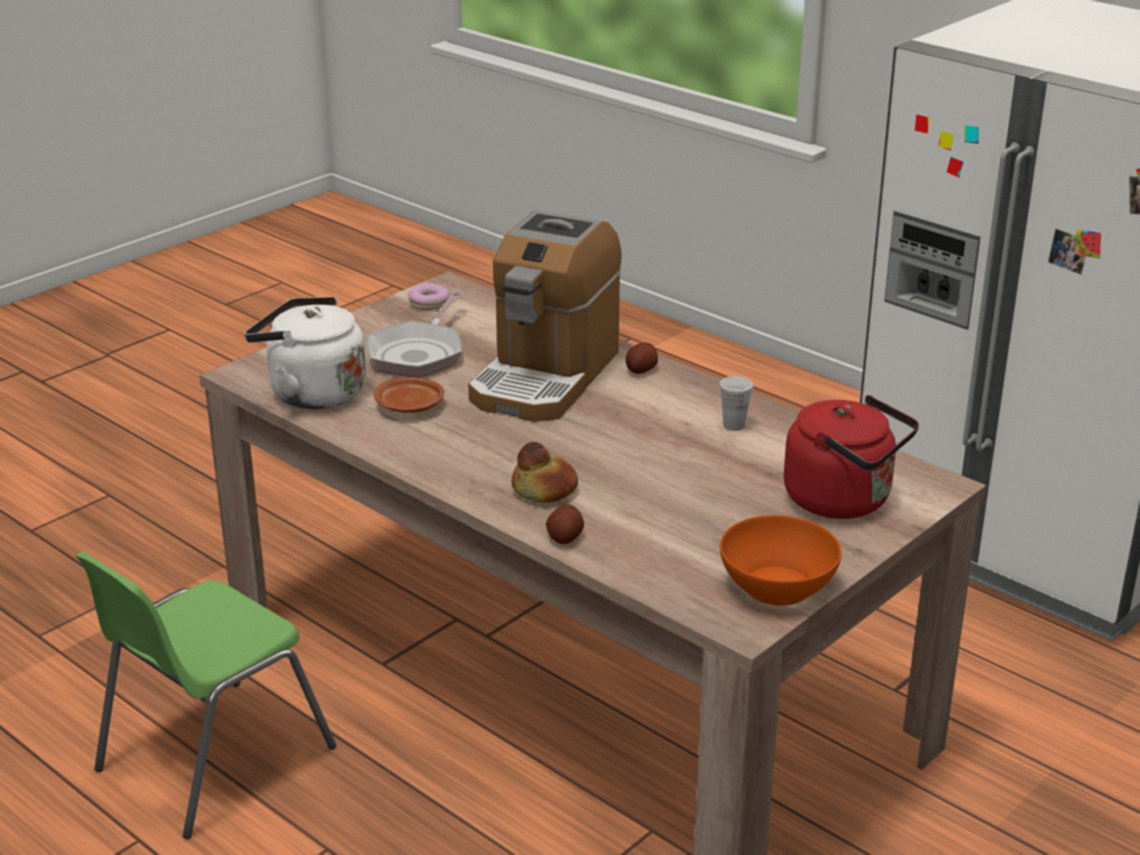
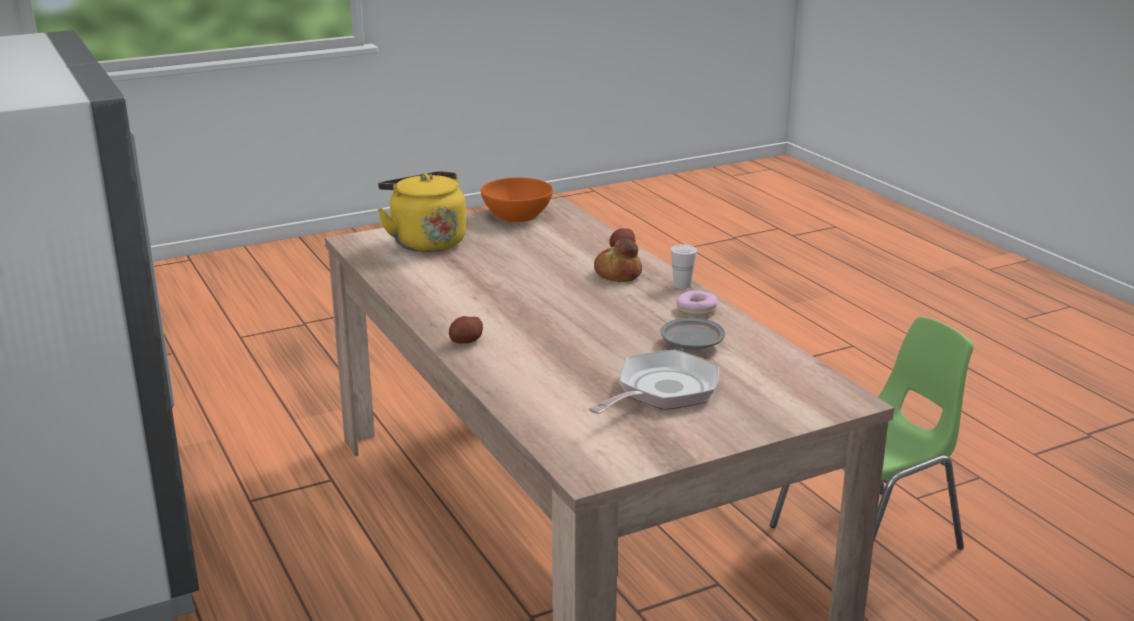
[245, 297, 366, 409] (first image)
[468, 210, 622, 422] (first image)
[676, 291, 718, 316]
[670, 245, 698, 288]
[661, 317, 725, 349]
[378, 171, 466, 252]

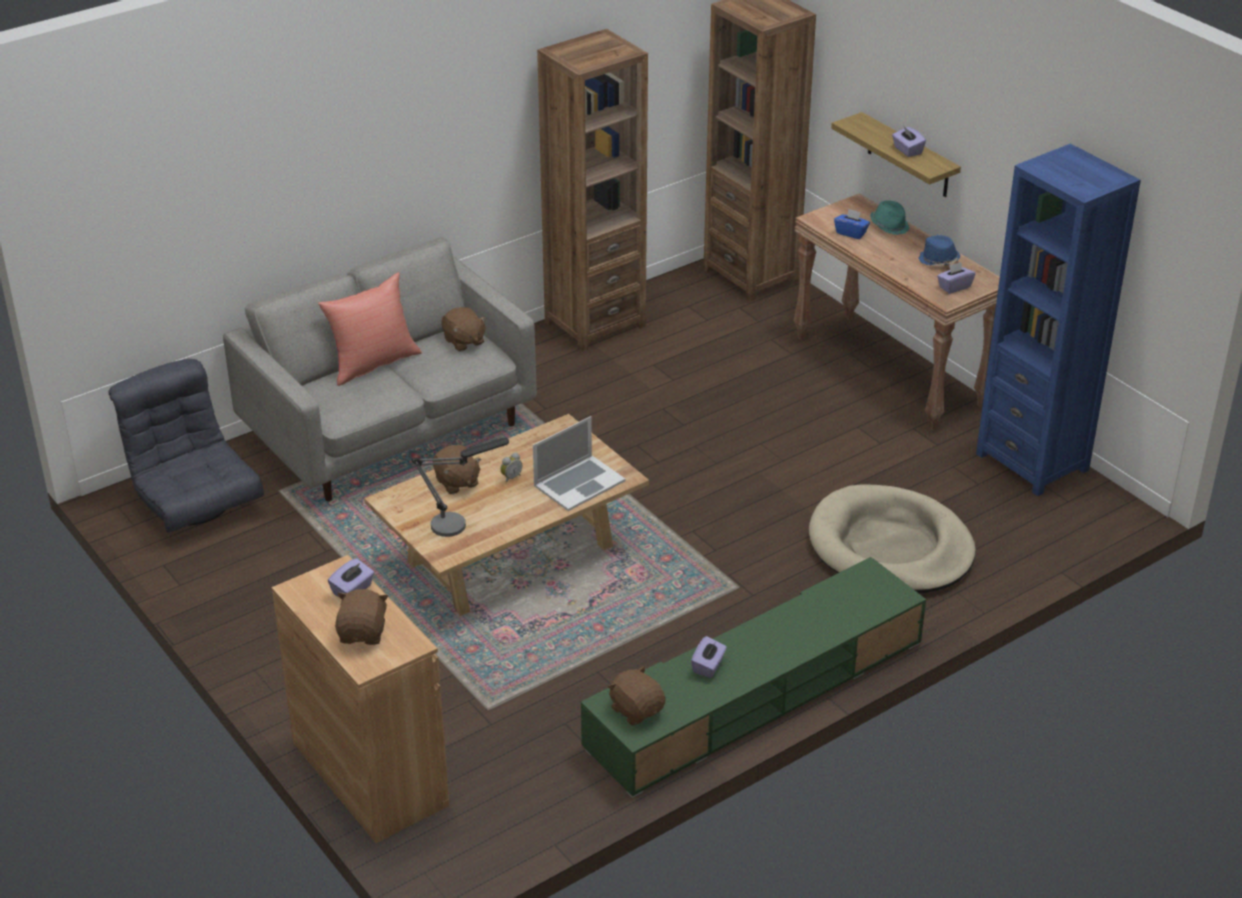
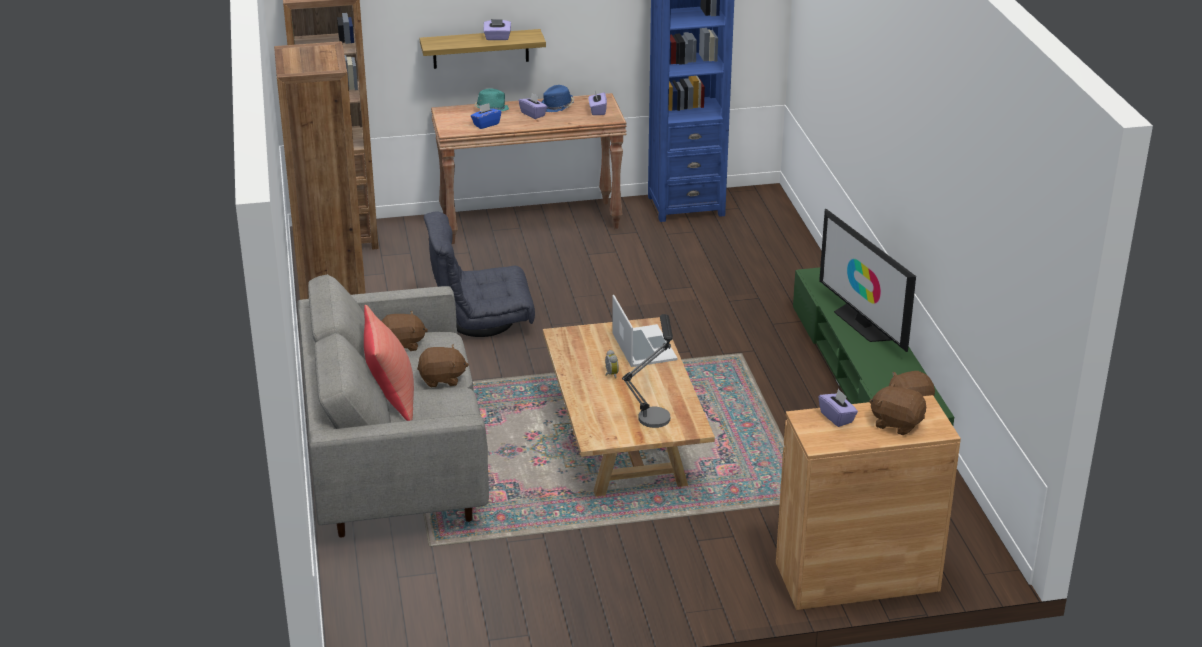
[809, 484, 976, 593] (first image)
[819, 209, 916, 352]
[424, 212, 535, 337]
[417, 344, 469, 387]
[519, 93, 548, 119]

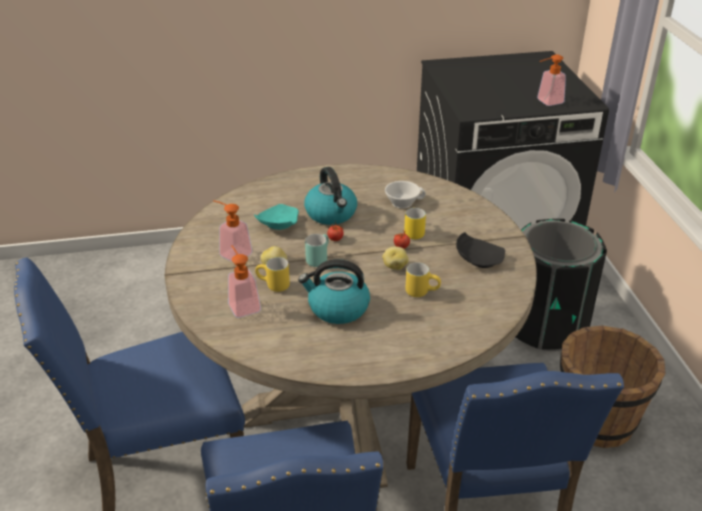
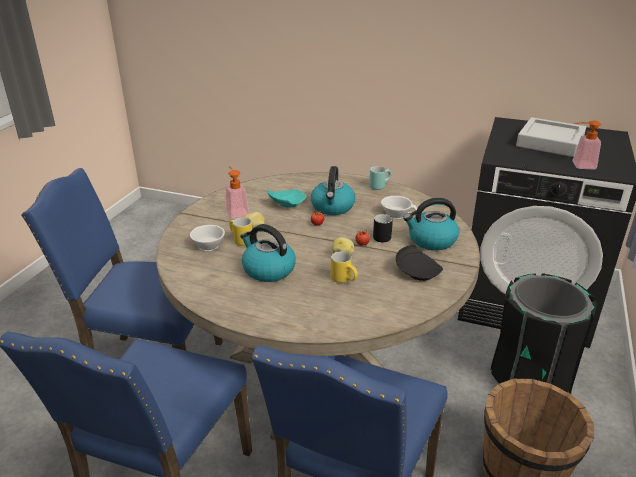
[403, 198, 459, 250]
[516, 117, 586, 157]
[369, 166, 391, 190]
[190, 225, 225, 251]
[373, 214, 393, 242]

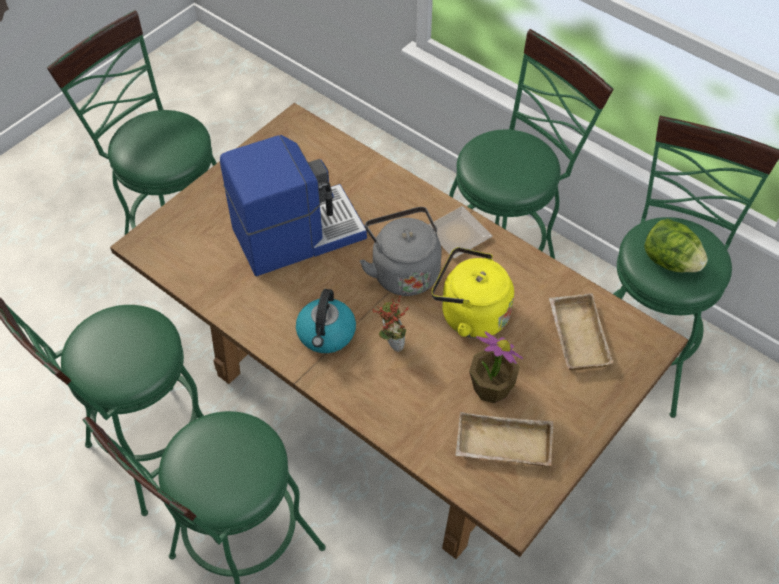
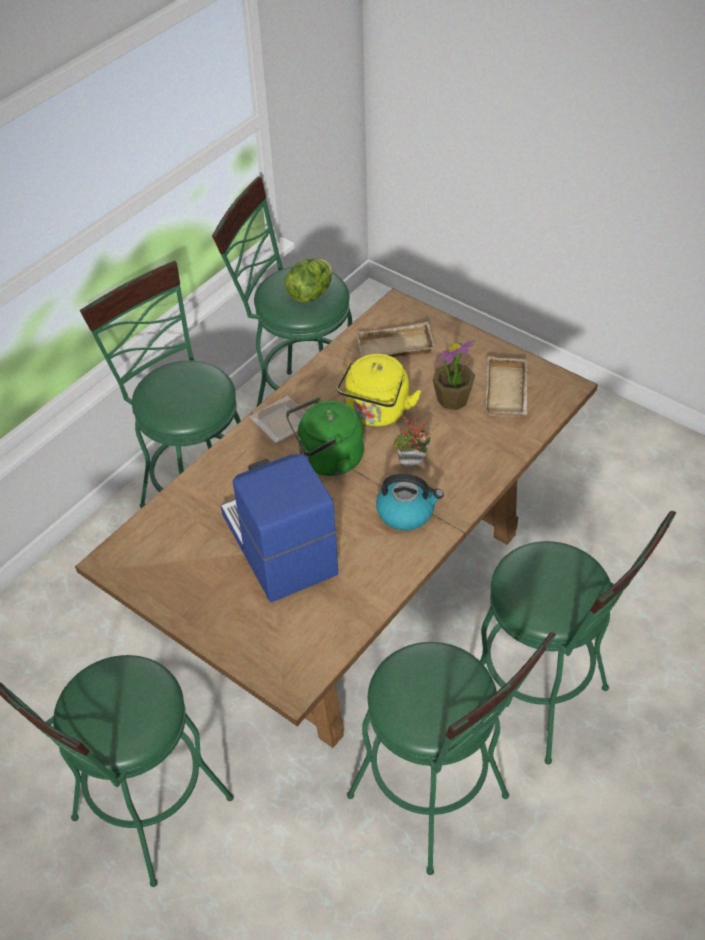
[286, 397, 364, 476]

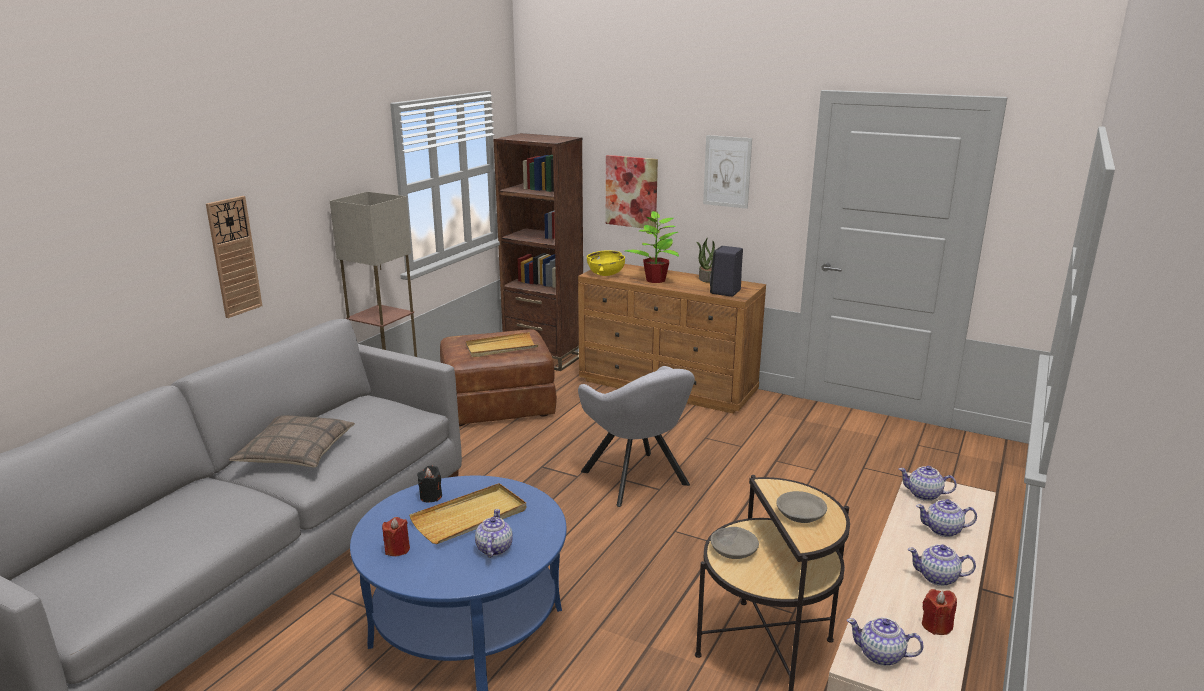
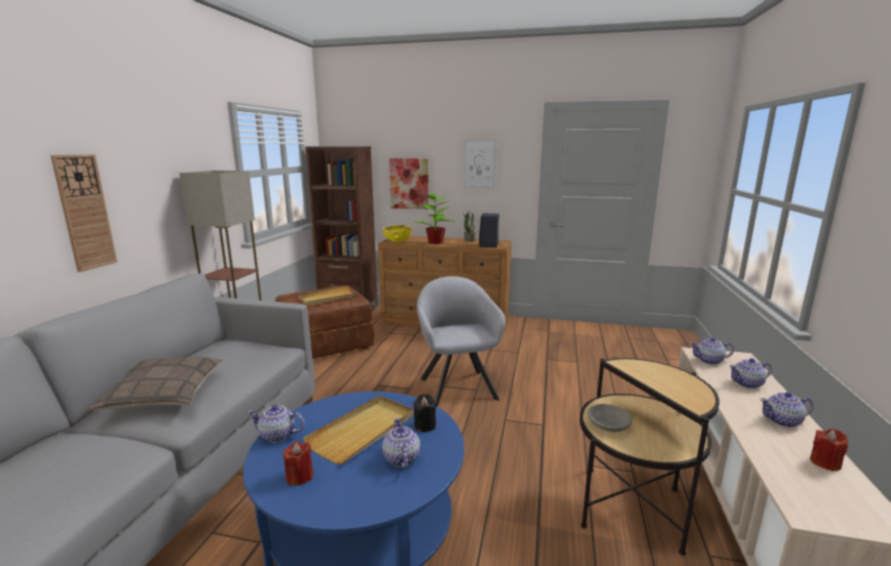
[776, 491, 827, 523] (first image)
[413, 394, 436, 432]
[248, 405, 304, 443]
[417, 276, 505, 407]

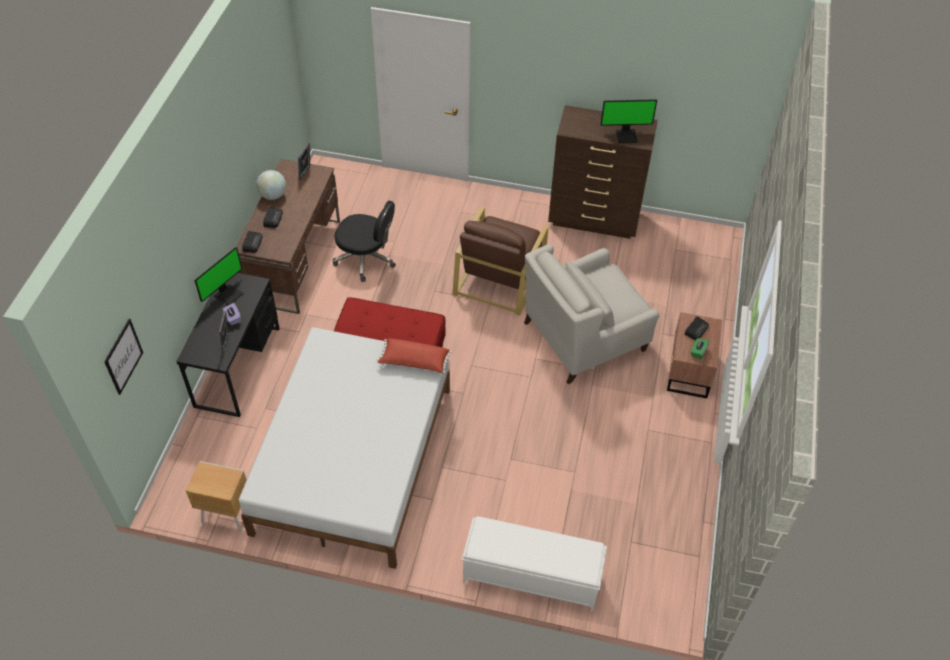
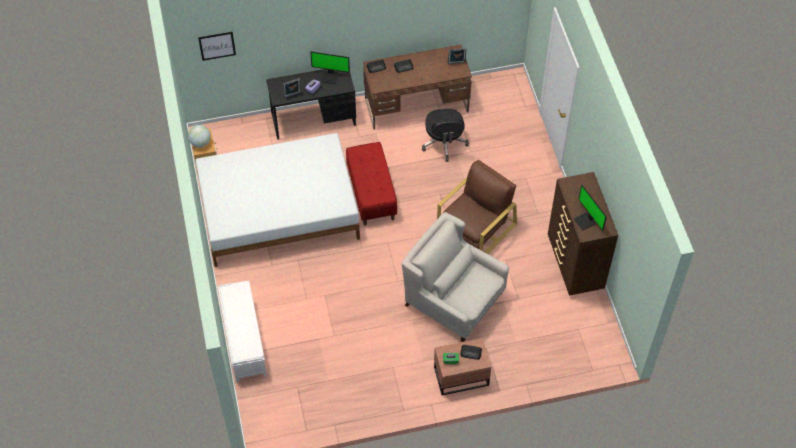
[377, 338, 452, 373] (first image)
[188, 125, 211, 148]
[437, 160, 517, 254]

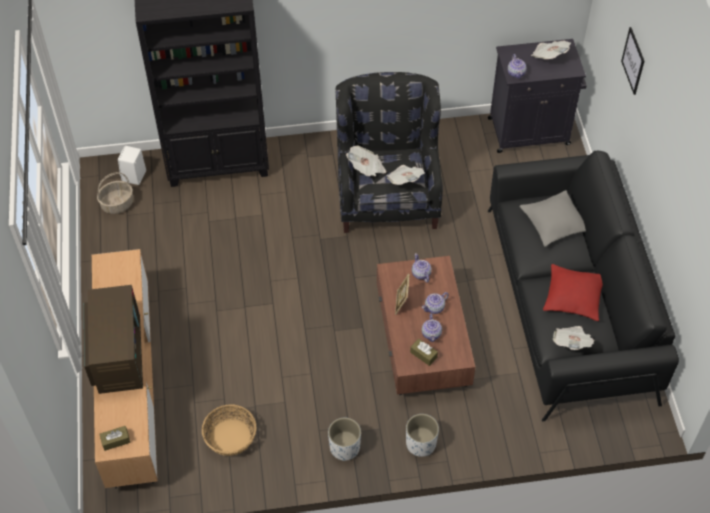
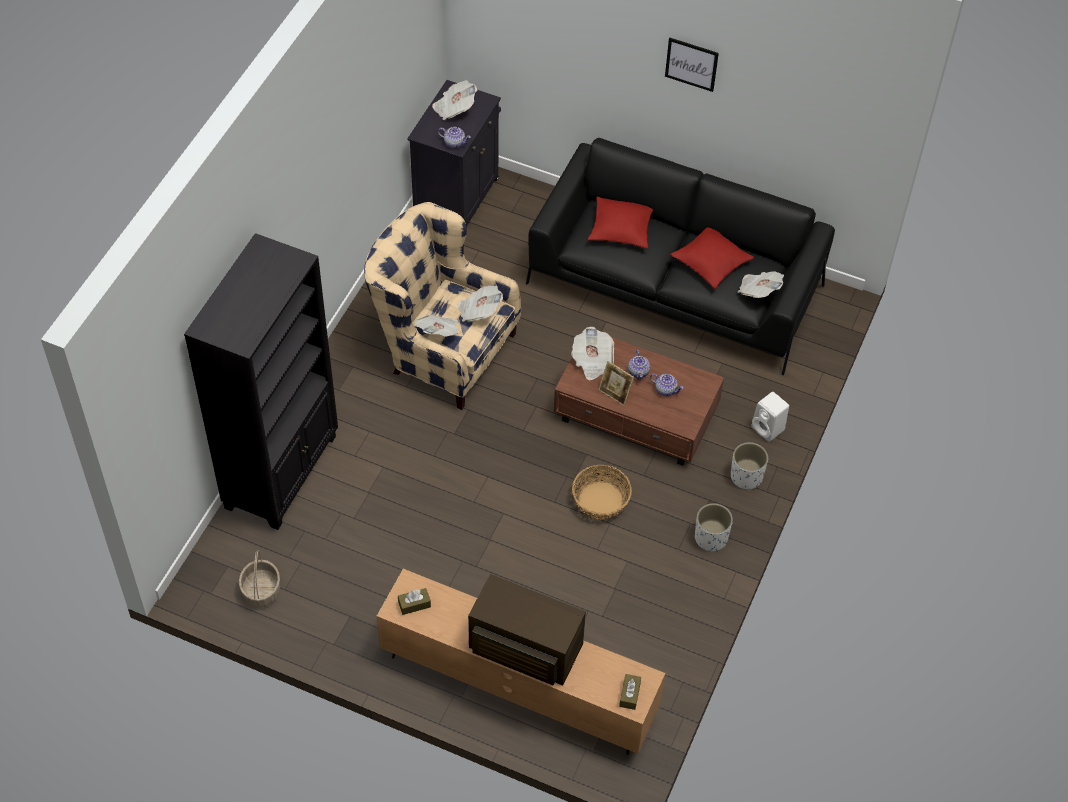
[751, 392, 789, 442]
[572, 465, 632, 519]
[398, 588, 431, 615]
[665, 38, 719, 92]
[571, 327, 614, 380]
[364, 202, 521, 410]
[588, 197, 653, 249]

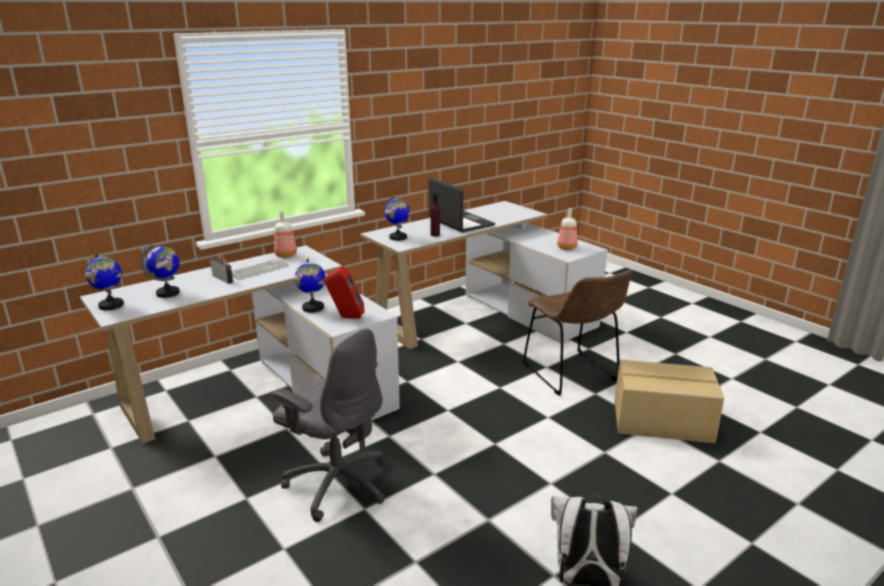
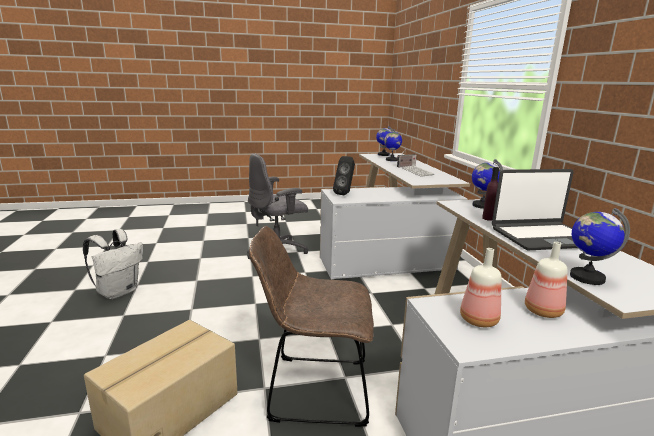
[525, 242, 568, 318]
[570, 208, 630, 285]
[333, 156, 355, 195]

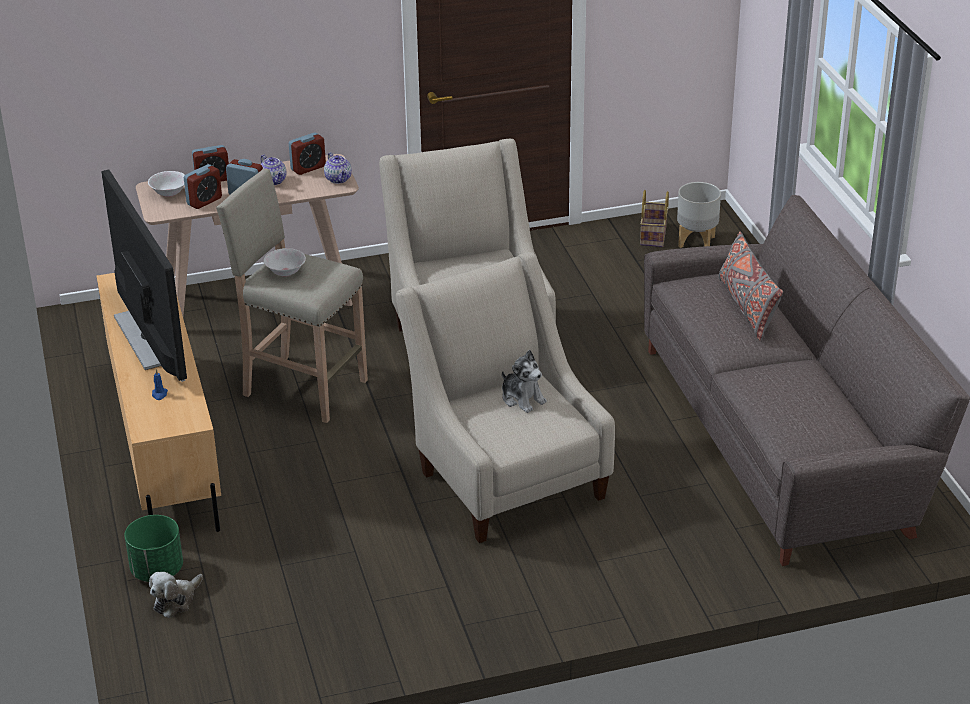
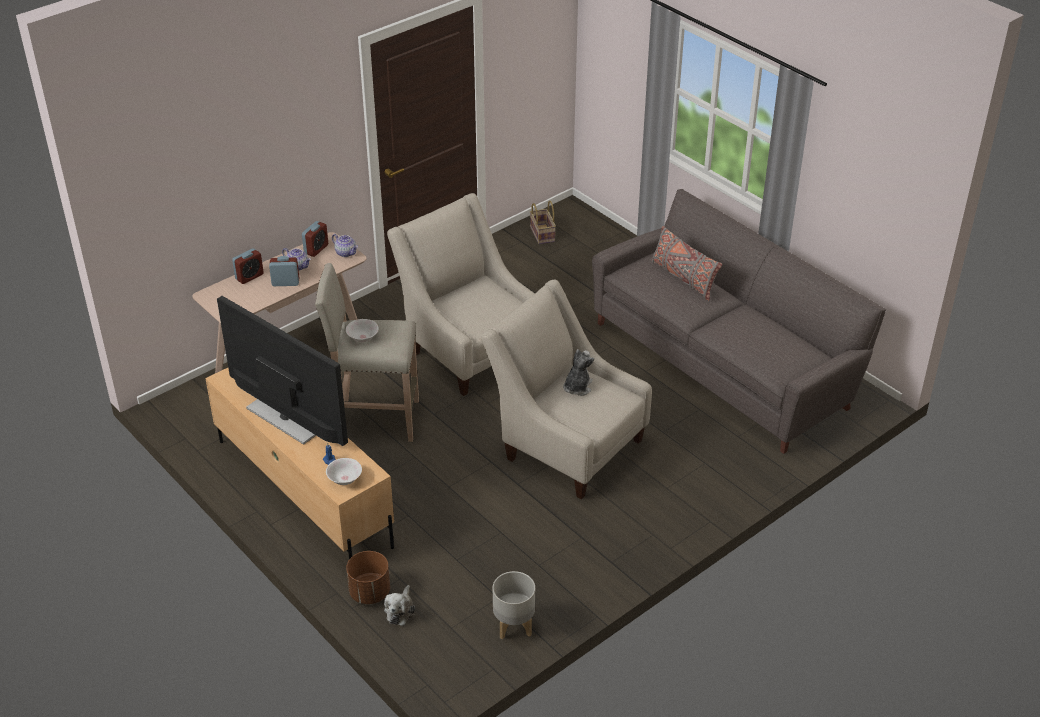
[184, 164, 222, 209] (first image)
[326, 458, 362, 485]
[493, 571, 535, 640]
[346, 551, 390, 604]
[563, 349, 594, 396]

